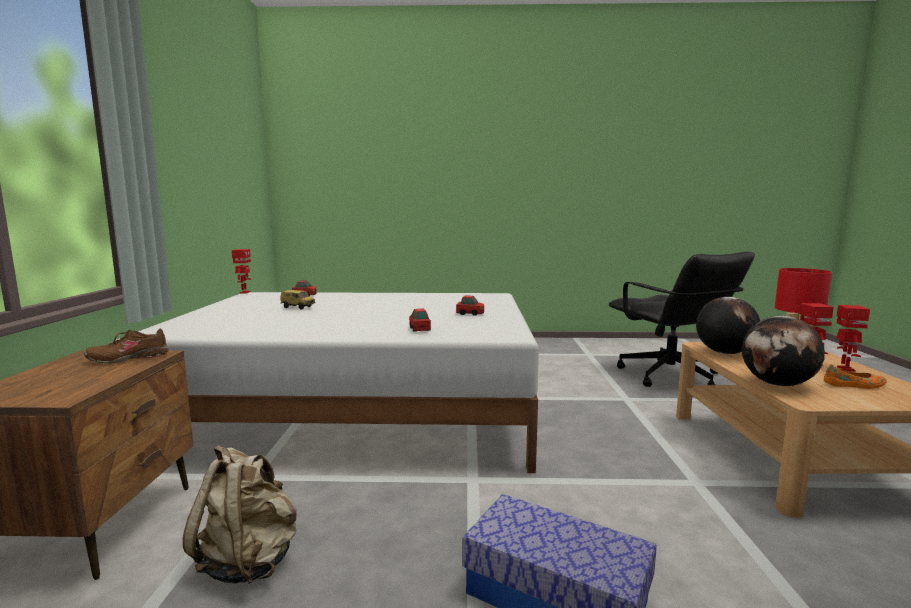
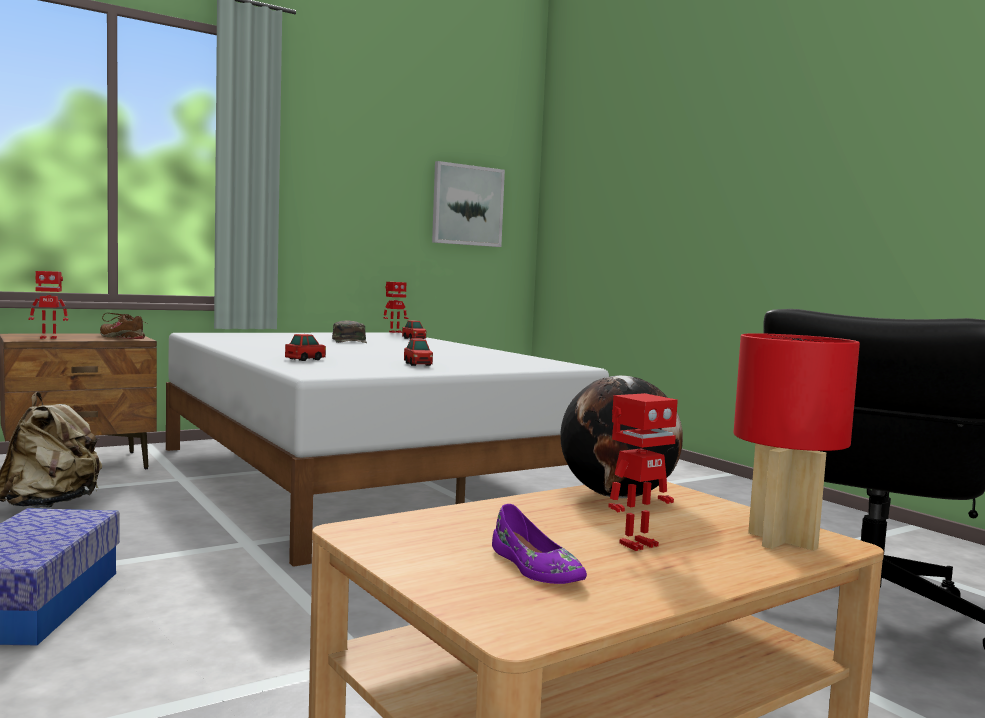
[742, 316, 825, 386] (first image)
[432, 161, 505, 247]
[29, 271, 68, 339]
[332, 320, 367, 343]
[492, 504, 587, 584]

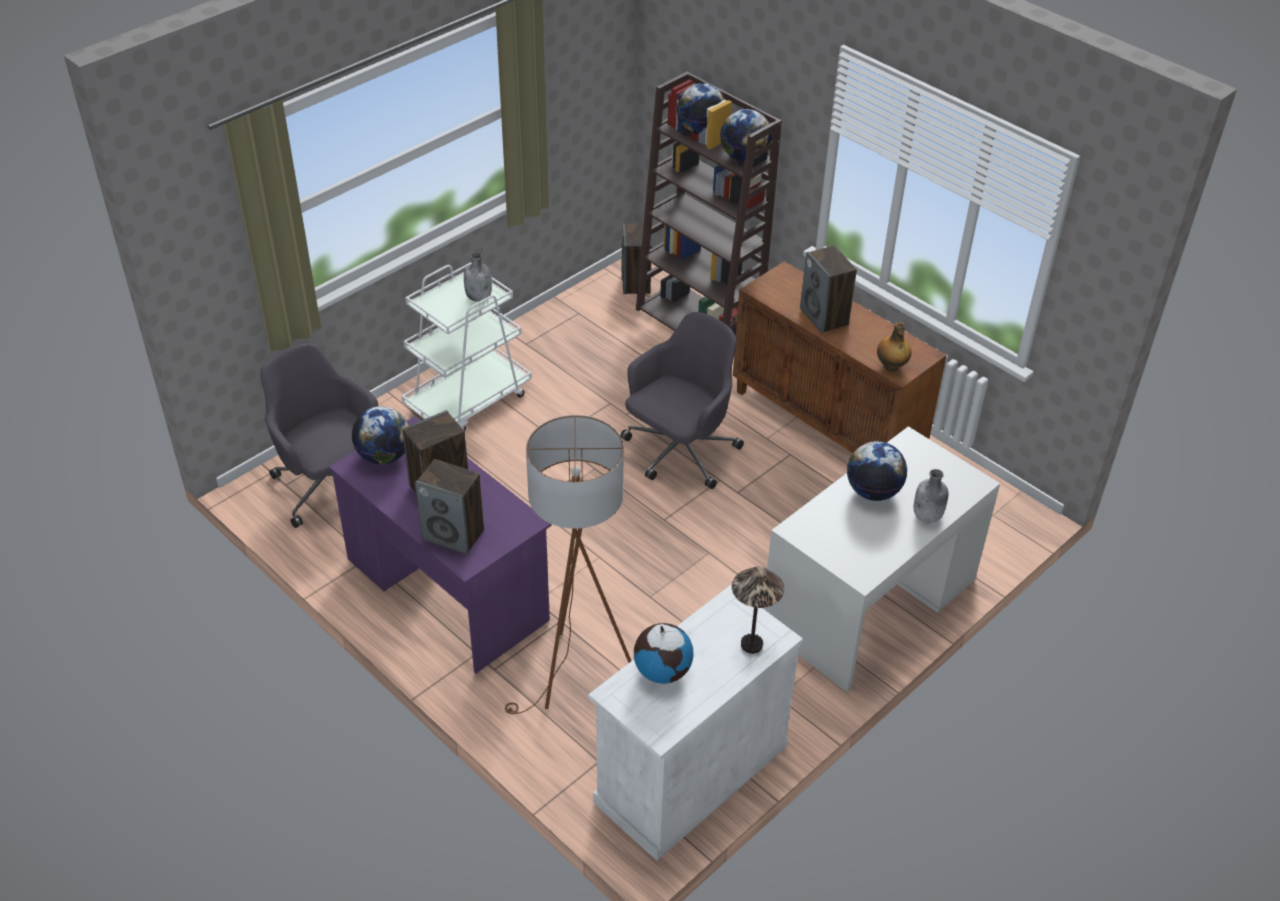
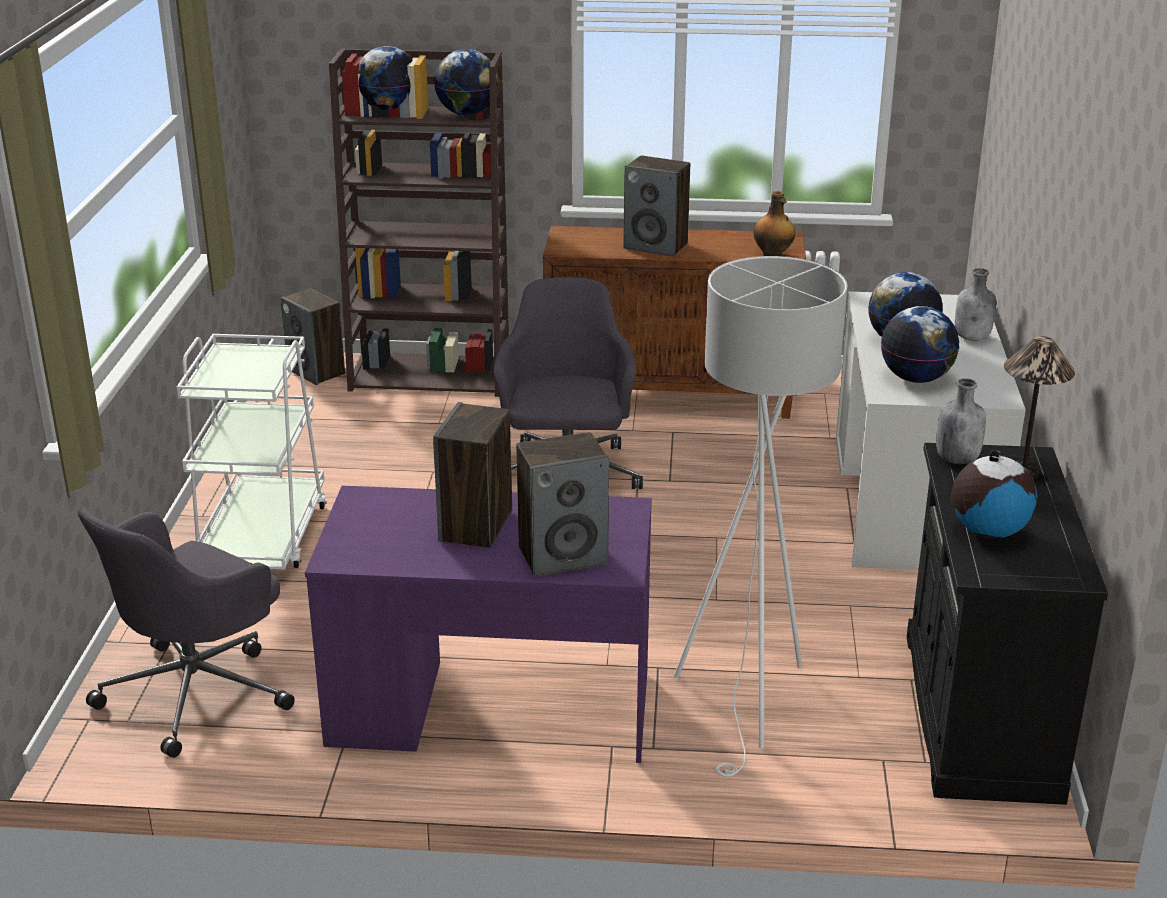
[881, 306, 959, 383]
[936, 378, 986, 464]
[674, 256, 848, 777]
[907, 443, 1108, 805]
[78, 507, 295, 758]

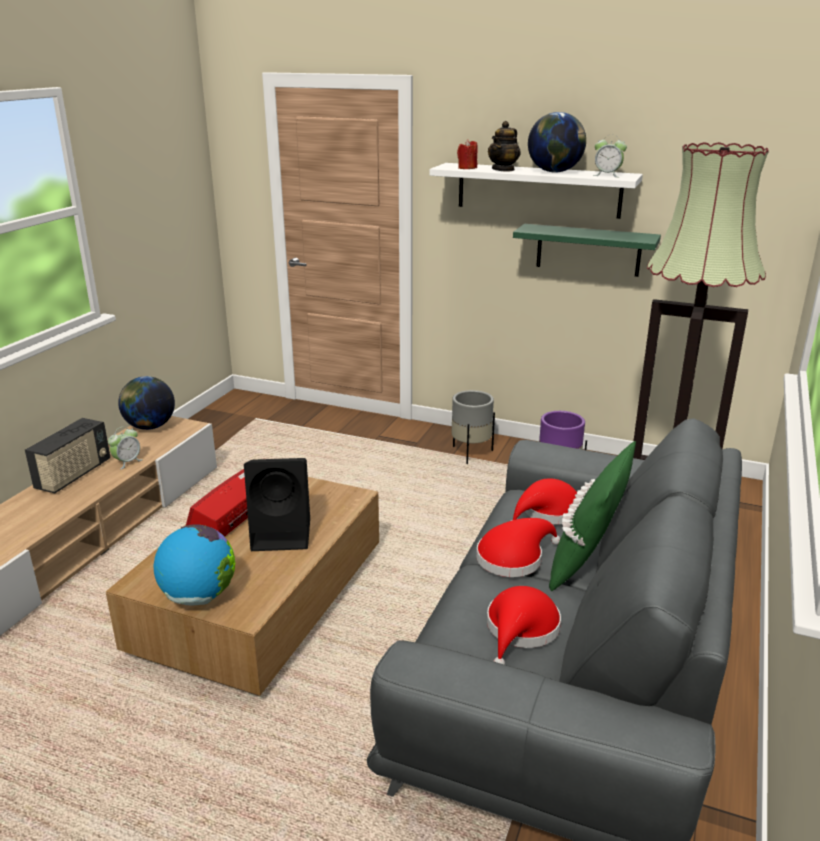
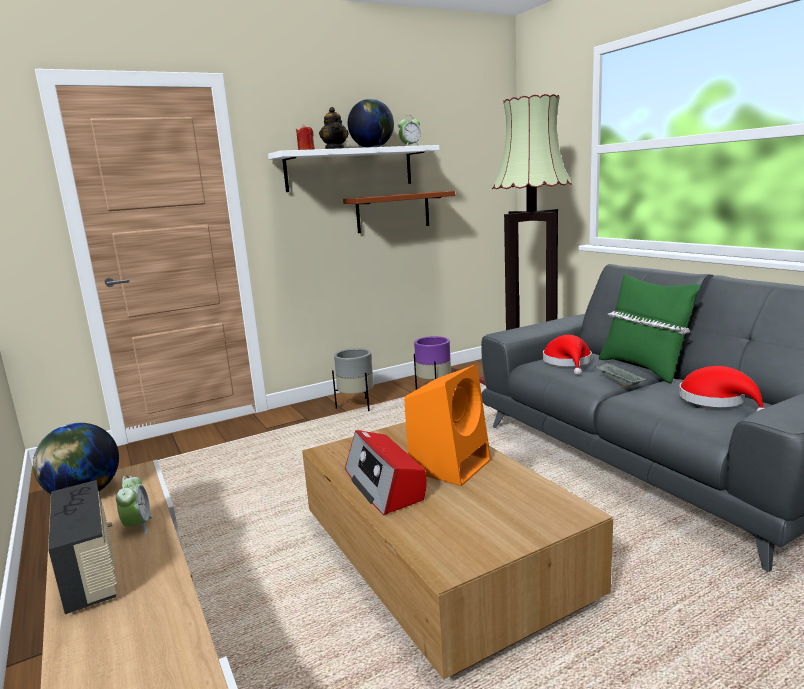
[154, 525, 236, 606] (first image)
[594, 363, 647, 386]
[404, 364, 491, 486]
[343, 191, 455, 233]

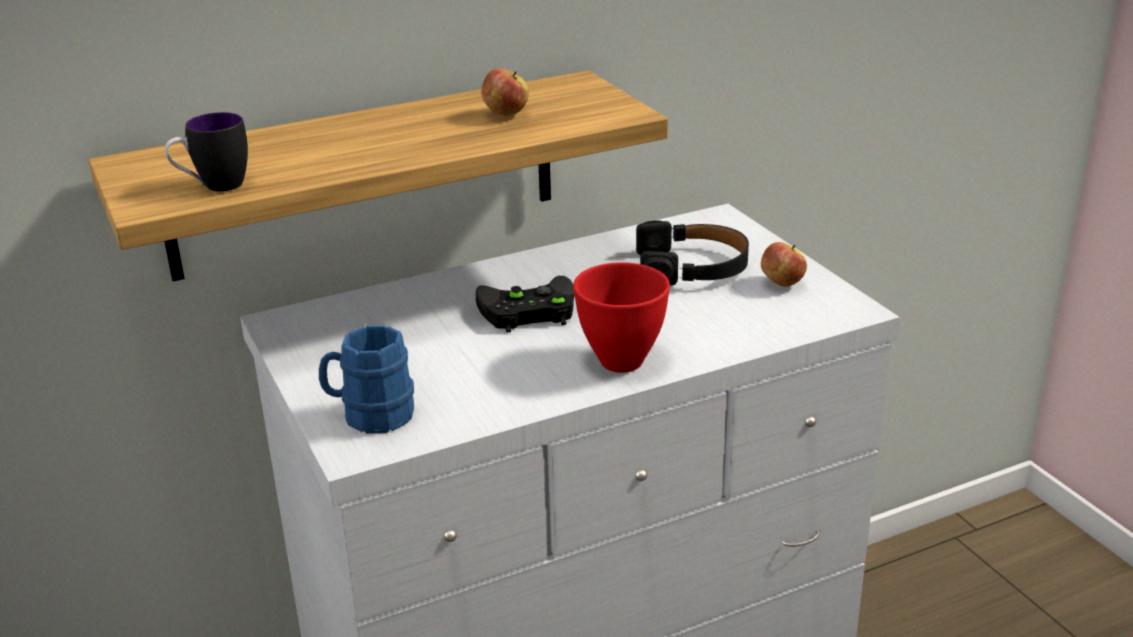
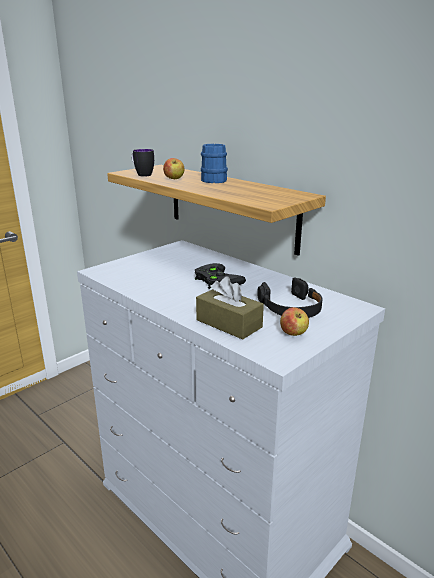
[573, 262, 670, 373] (first image)
[196, 277, 264, 340]
[201, 144, 228, 183]
[163, 158, 184, 179]

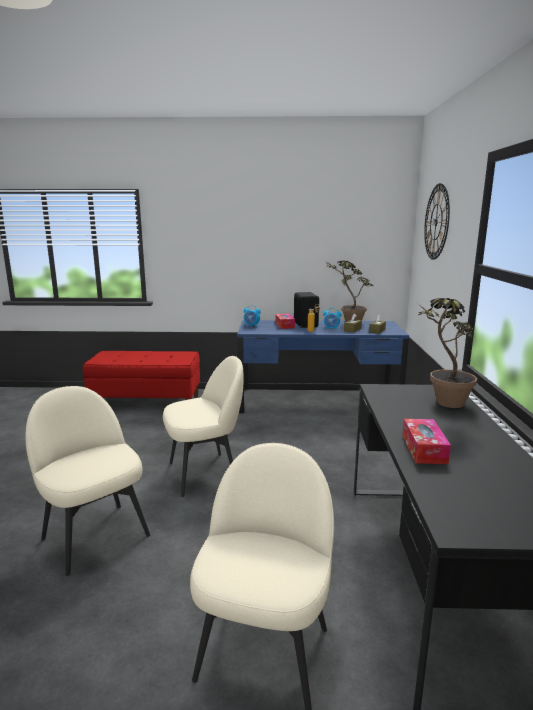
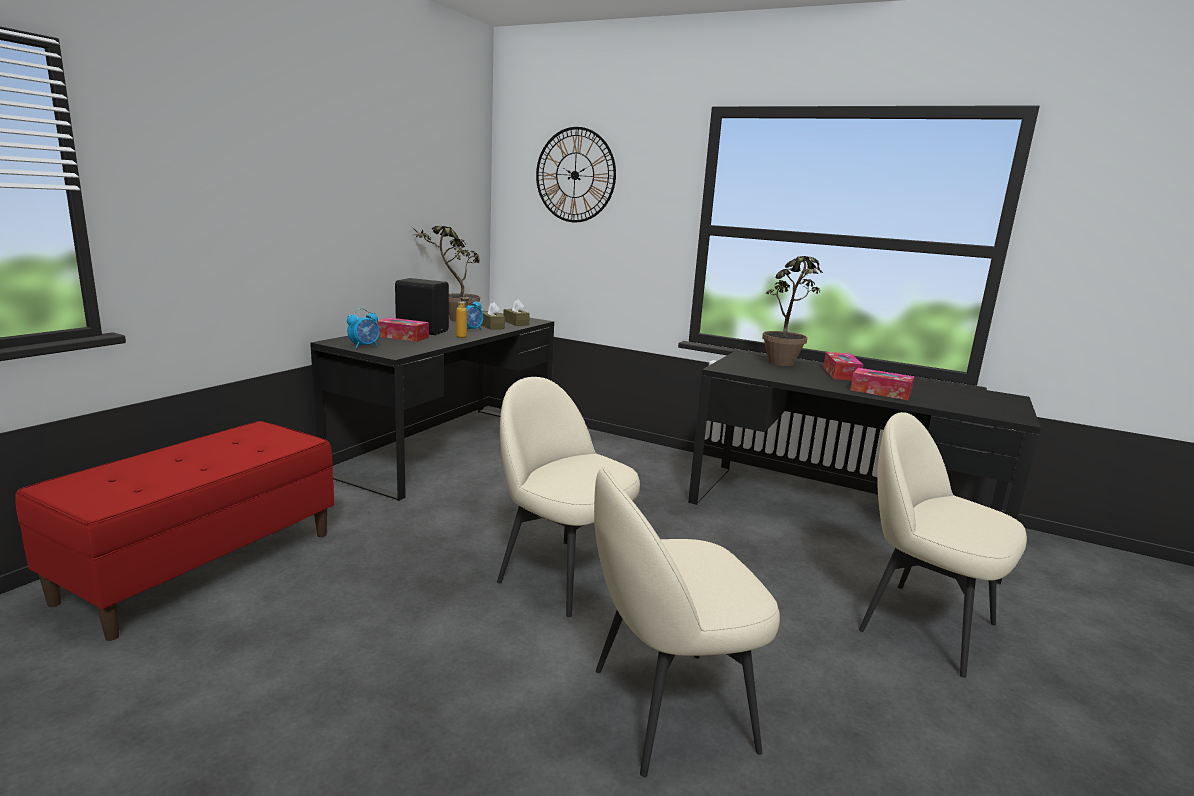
[823, 352, 864, 381]
[310, 311, 554, 501]
[497, 377, 640, 617]

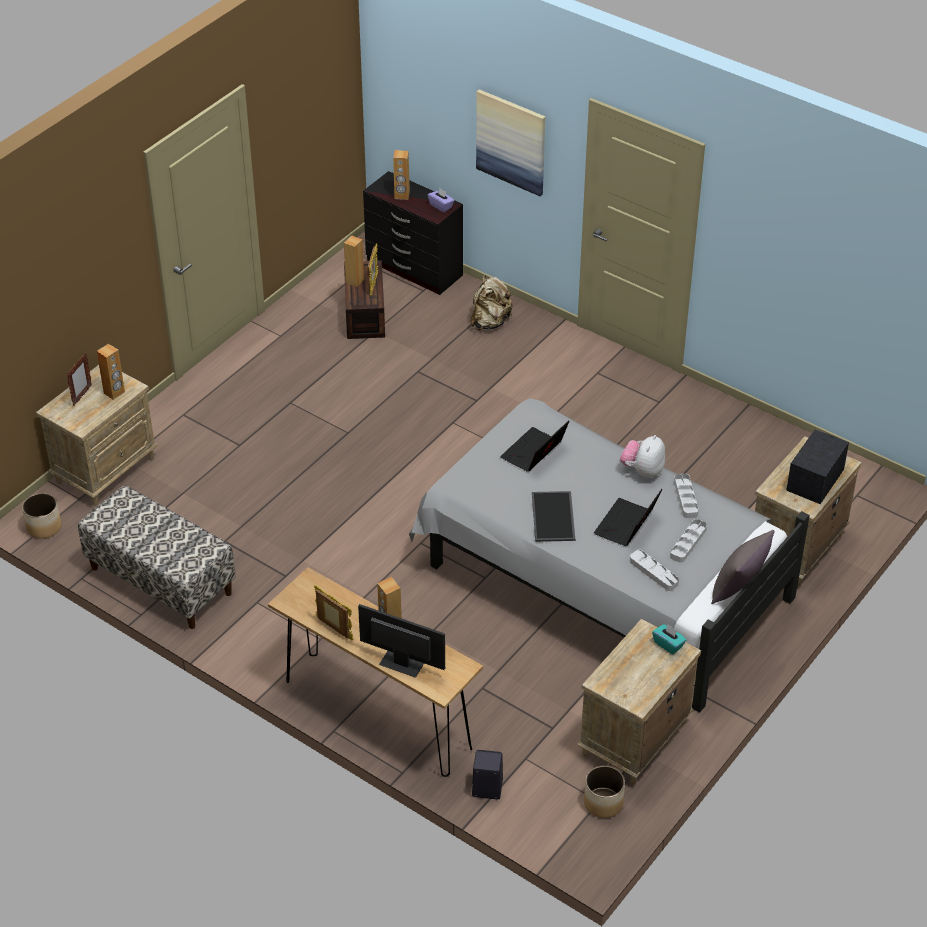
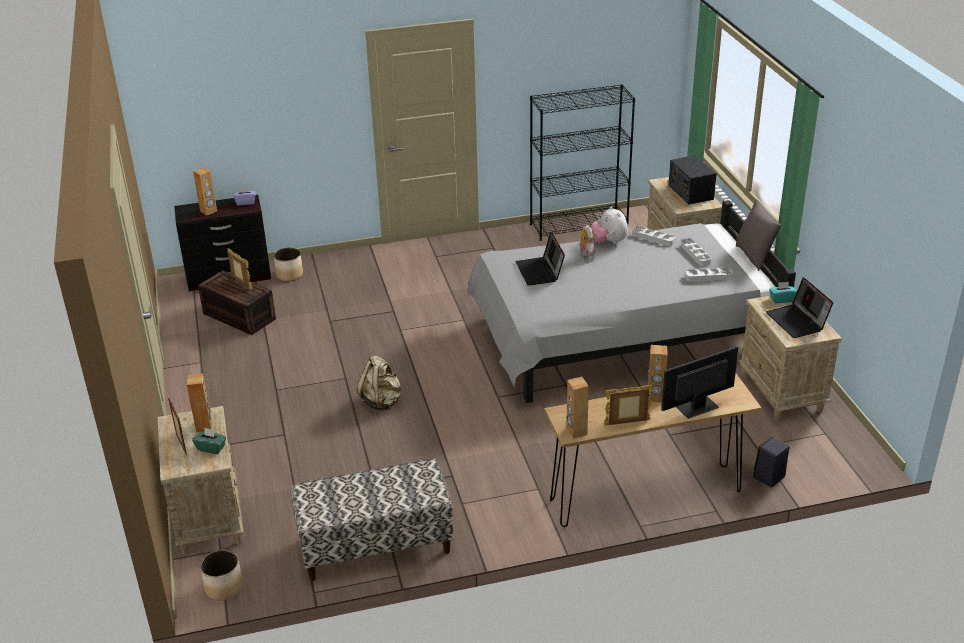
[476, 89, 545, 196] (first image)
[532, 491, 575, 542] (first image)
[192, 428, 226, 454]
[530, 84, 635, 241]
[579, 225, 595, 262]
[566, 377, 589, 439]
[357, 356, 401, 411]
[274, 248, 303, 281]
[766, 277, 833, 338]

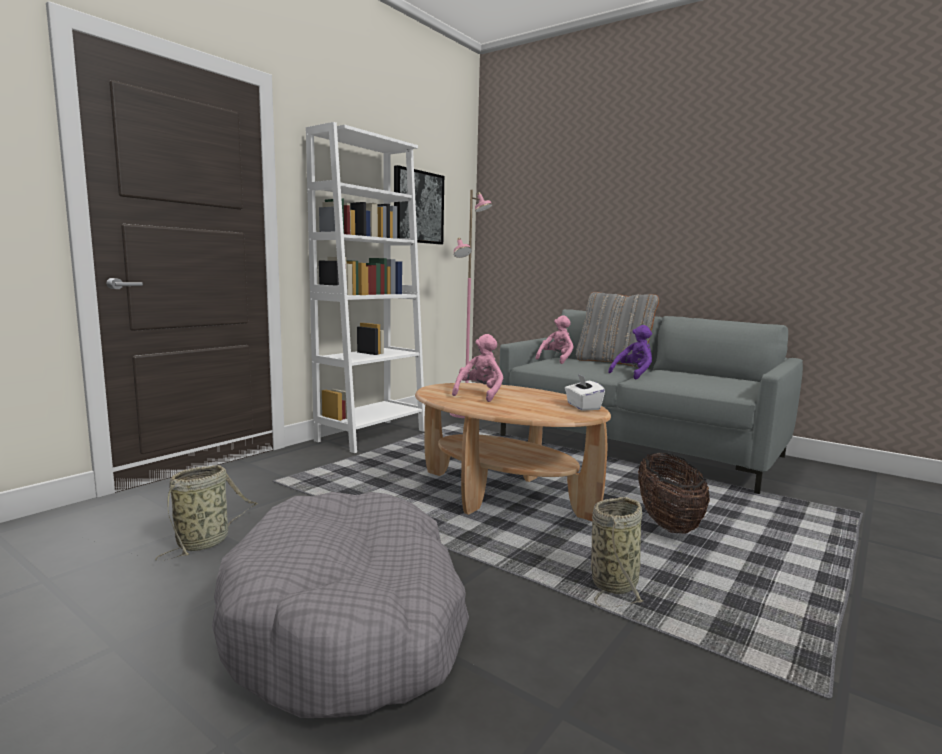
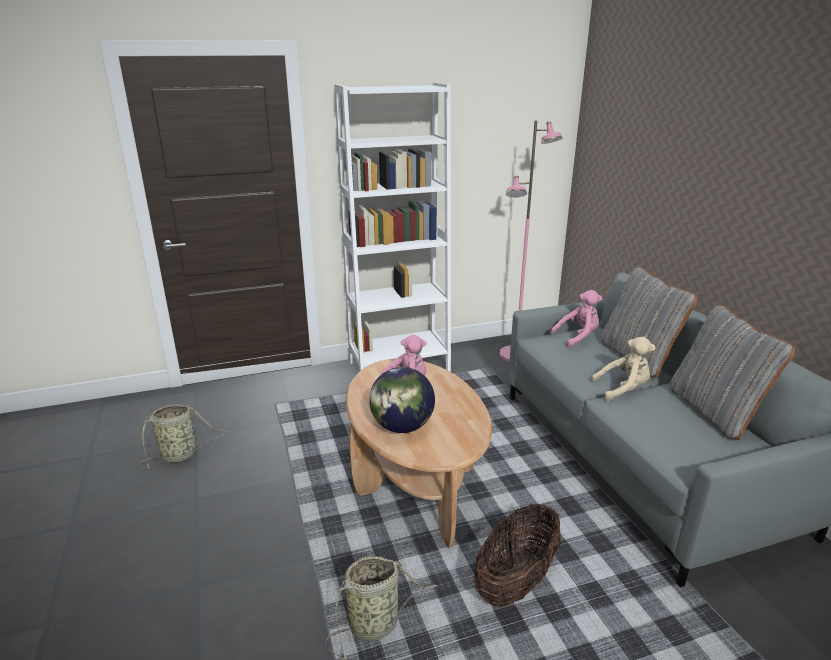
[212, 492, 469, 718] (first image)
[394, 165, 444, 244] (first image)
[565, 374, 605, 410] (first image)
[369, 367, 435, 433]
[670, 305, 796, 440]
[591, 337, 656, 401]

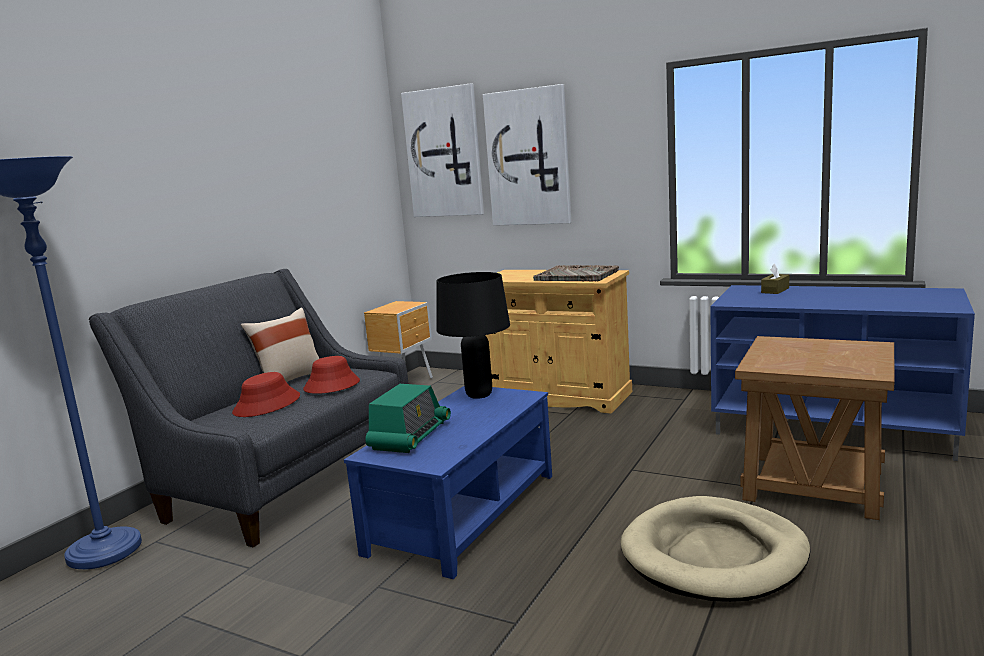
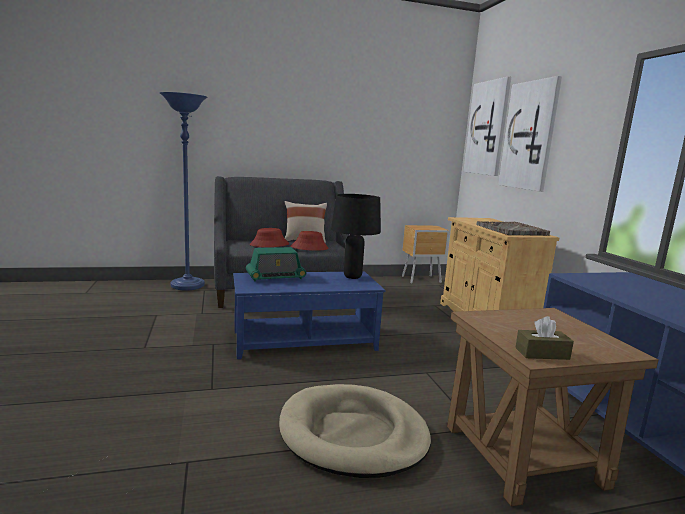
[515, 316, 574, 360]

